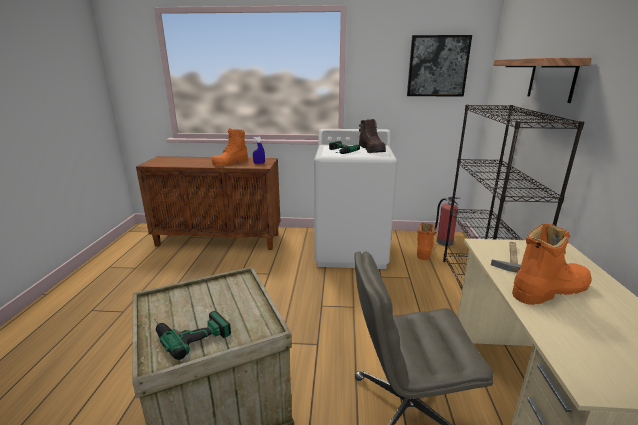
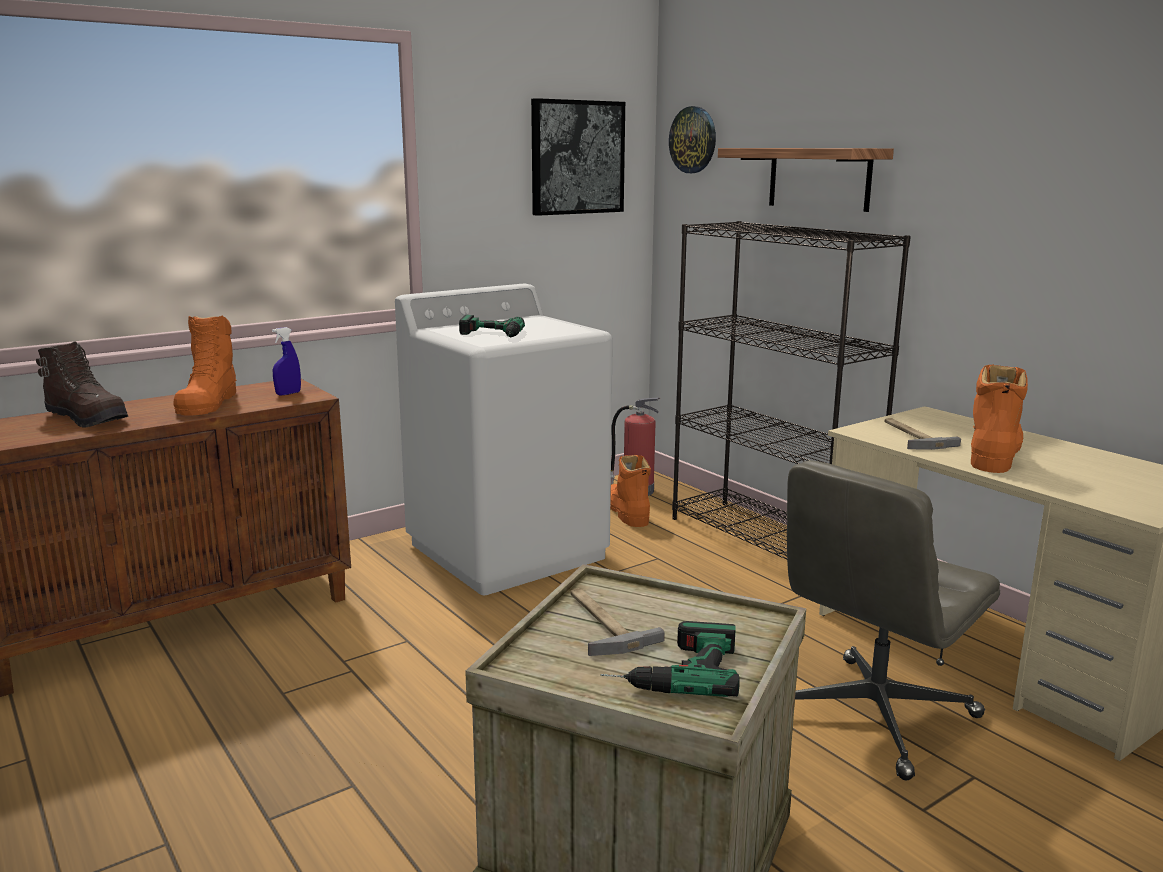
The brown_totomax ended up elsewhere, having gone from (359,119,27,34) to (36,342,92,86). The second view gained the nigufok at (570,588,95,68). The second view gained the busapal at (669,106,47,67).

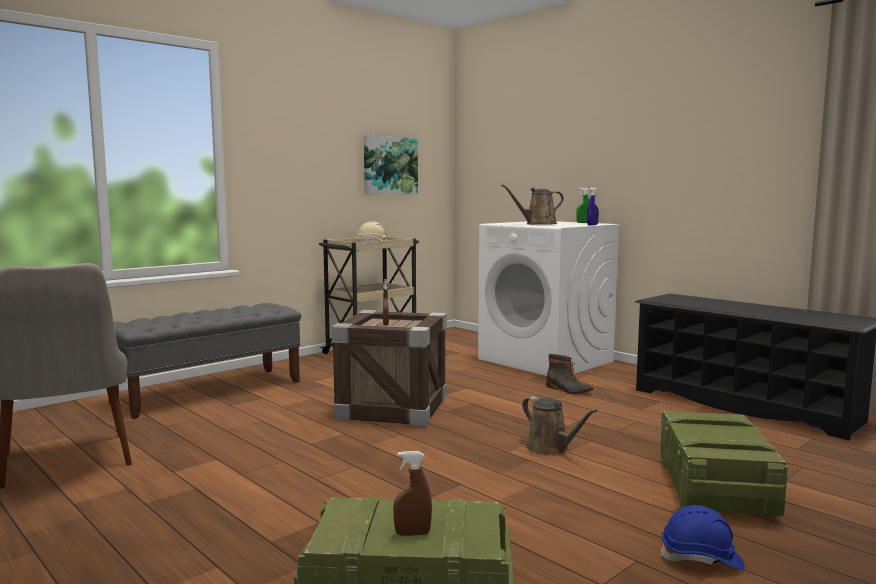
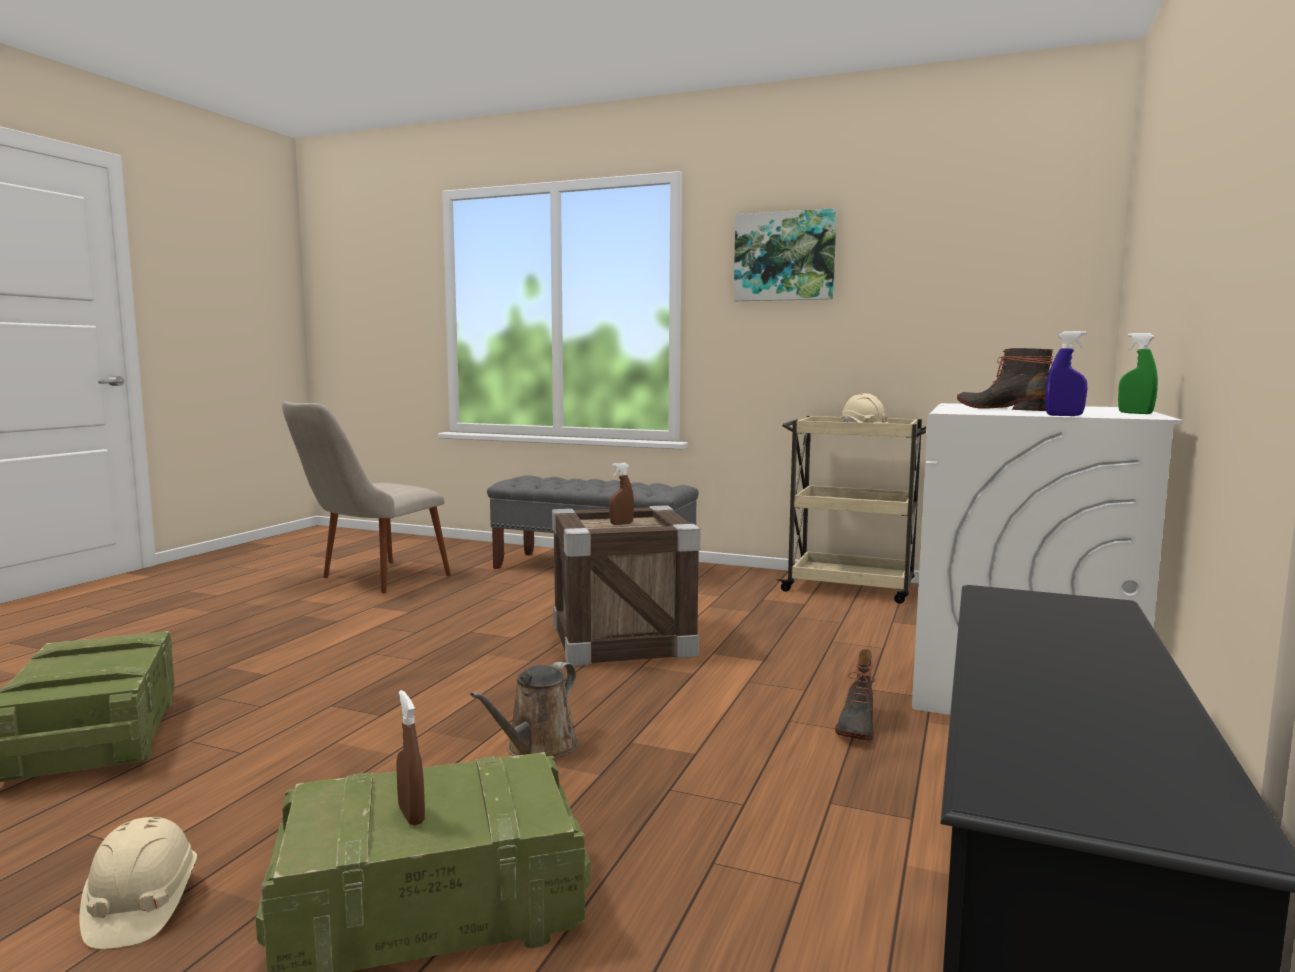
What was the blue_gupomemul at (660,505,85,65) turned into the beige_gupomemul at (80,817,117,132). The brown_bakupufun ended up elsewhere, having gone from (393,451,39,85) to (396,690,29,135). The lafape ended up elsewhere, having gone from (364,135,54,59) to (734,208,103,93). Where the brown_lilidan stood at (501,184,63,41), the totomax came to stand at (957,348,96,63).

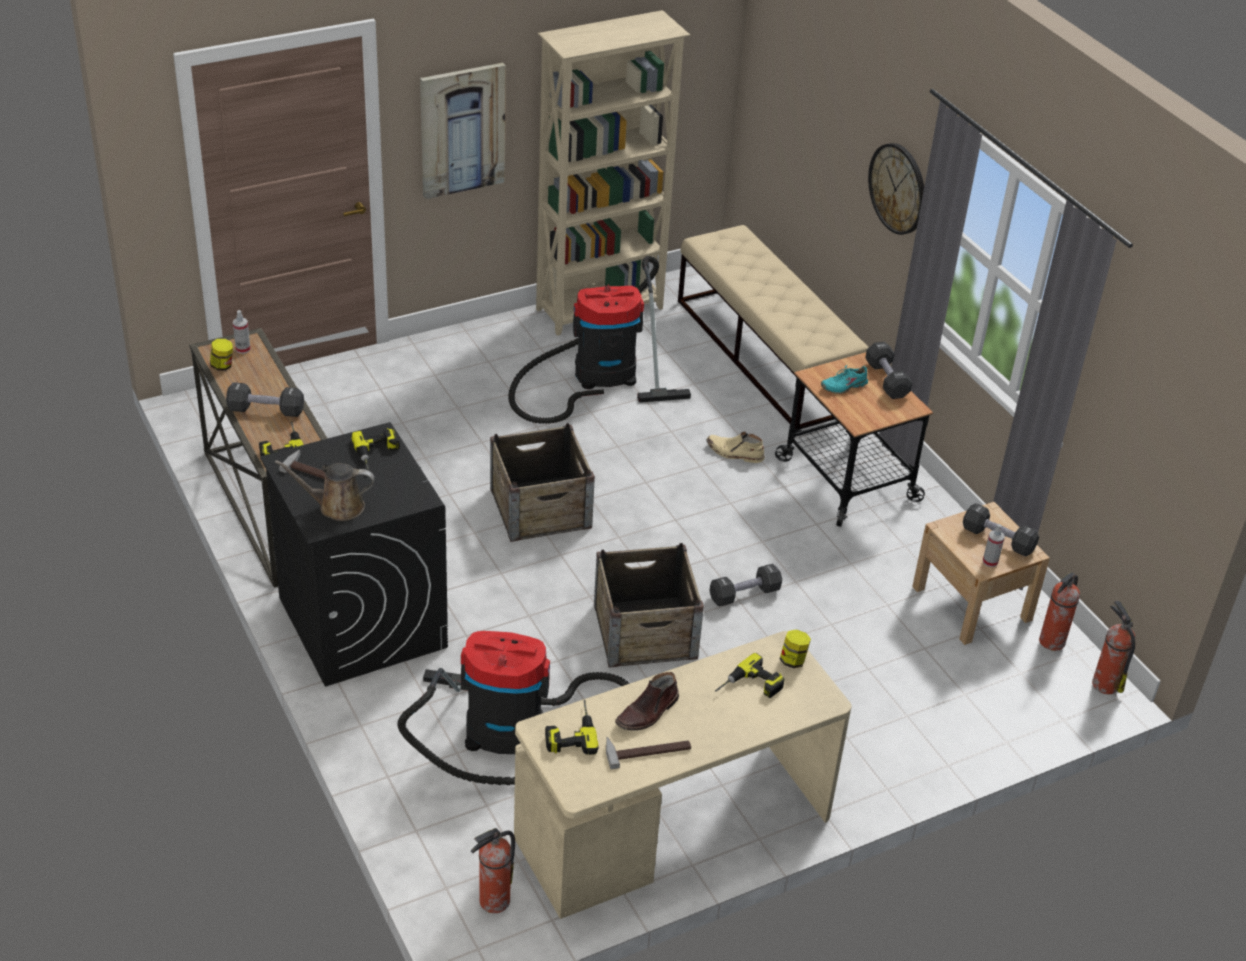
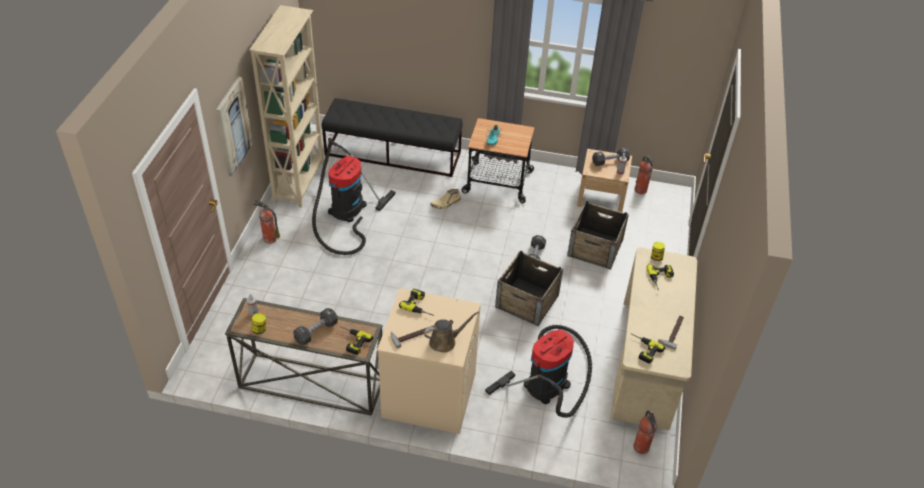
The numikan ended up elsewhere, having gone from (1092,600,43,94) to (253,200,27,44). What was the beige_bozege at (678,225,191,205) turned into the black_bozege at (321,98,142,79). What was the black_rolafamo at (260,422,188,265) turned into the beige_rolafamo at (377,288,104,146). The brown_lilidan at (275,460,100,61) ended up facing another way, 150 degrees counterclockwise from before. The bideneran ended up elsewhere, having gone from (490,423,105,119) to (567,201,62,69). The second view lost the brown_totomax at (615,672,64,58). The second view lost the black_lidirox at (865,342,47,57). The second view lost the busapal at (868,143,56,92).

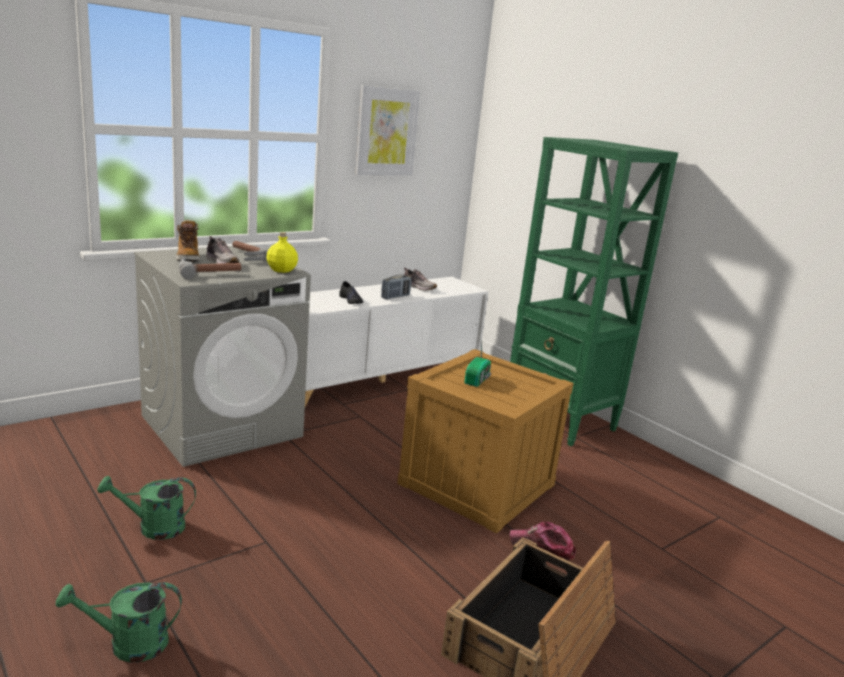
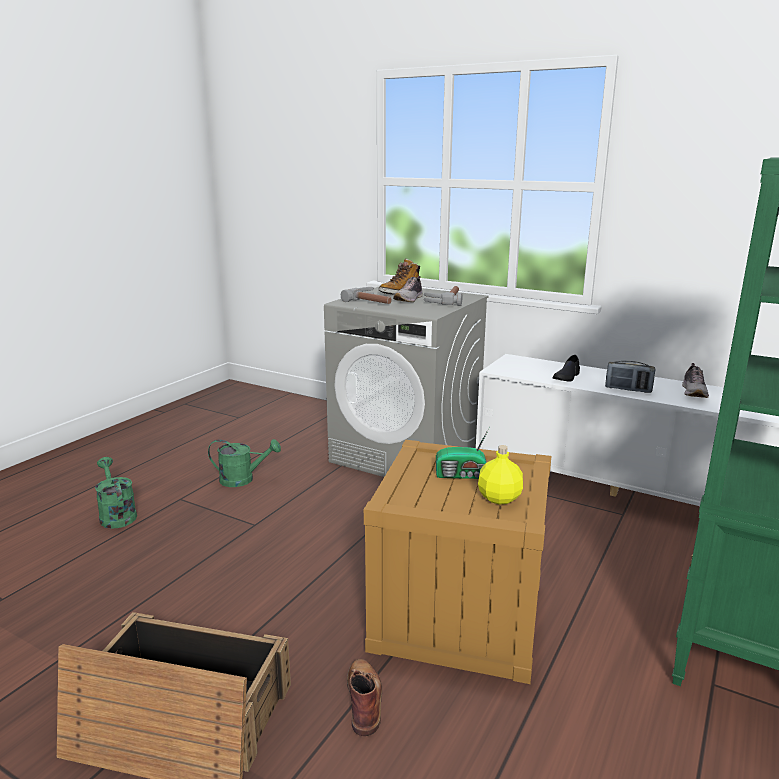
The green_lilidan at (97,476,99,64) ended up facing another way, 120 degrees clockwise from before. Where the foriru stood at (510,522,66,38), the brown_totomax came to stand at (347,659,35,77). The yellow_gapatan ended up elsewhere, having gone from (266,232,32,41) to (478,445,45,59). The second view lost the lafape at (355,85,65,91).

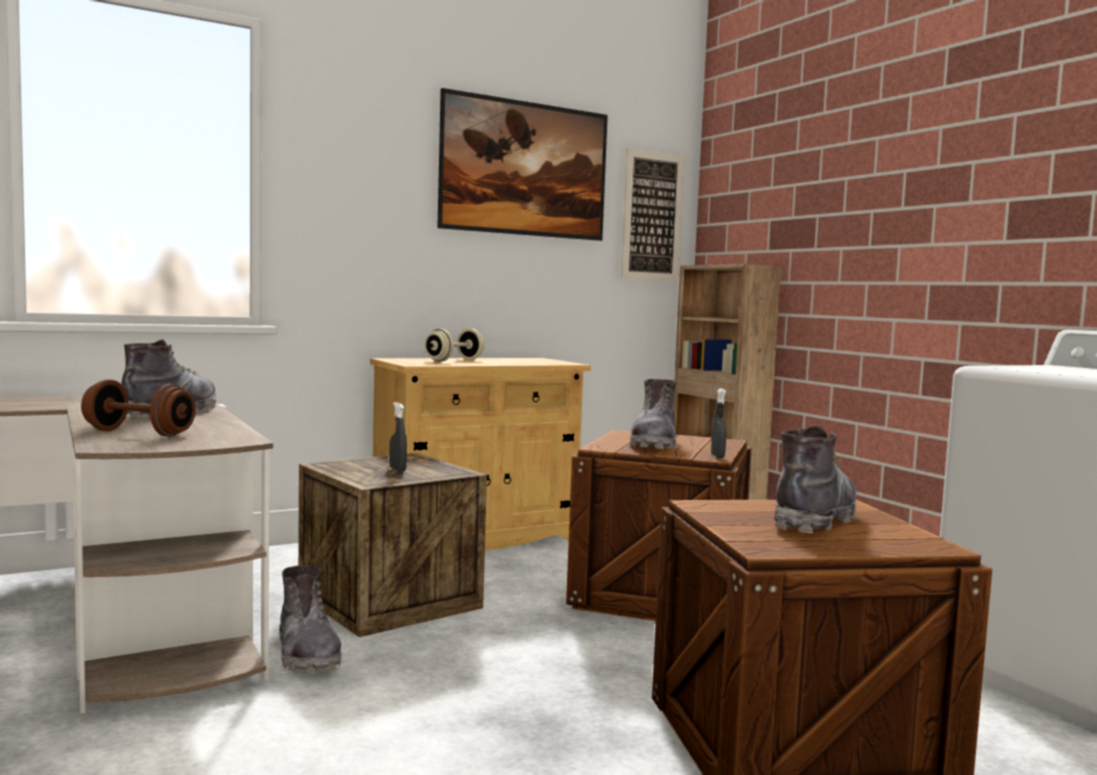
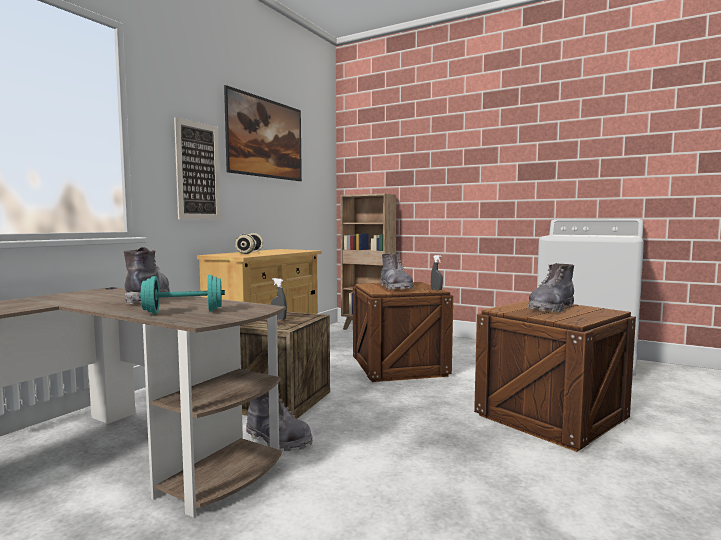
What was the brown_lidirox at (81,379,115,58) turned into the turquoise_lidirox at (139,275,86,39). The lafape ended up elsewhere, having gone from (621,148,64,133) to (174,117,47,103). The grey_totomax at (774,425,83,108) ended up facing another way, 135 degrees counterclockwise from before.

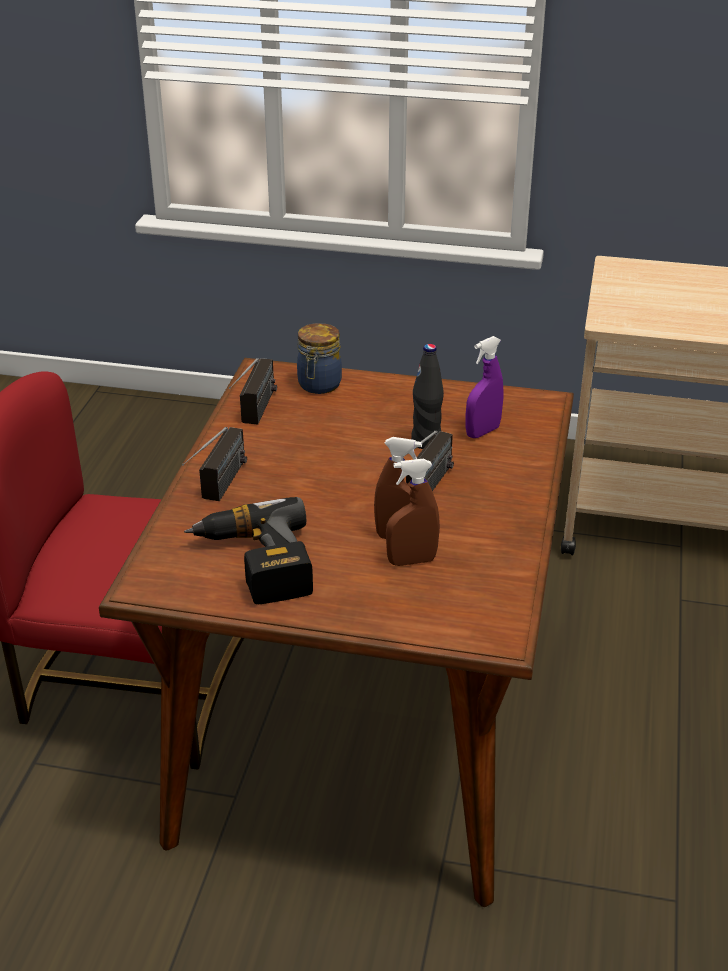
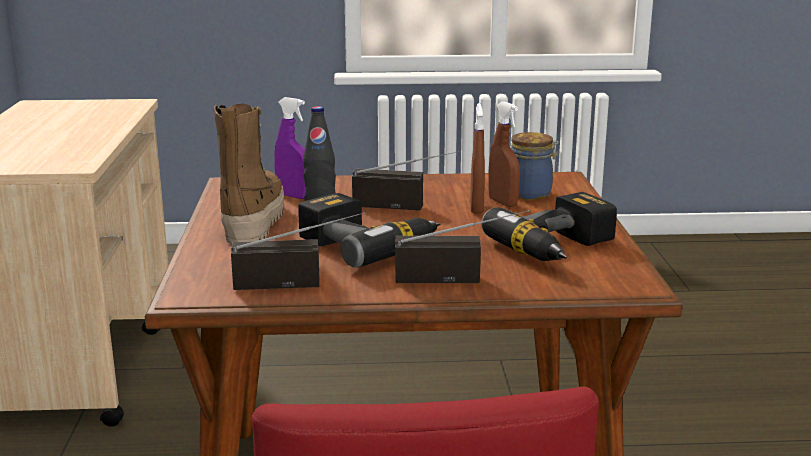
The second view gained the totomax at (213,104,71,141). The second view gained the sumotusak at (298,193,142,74). The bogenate ended up elsewhere, having gone from (297,323,45,71) to (511,132,48,68).

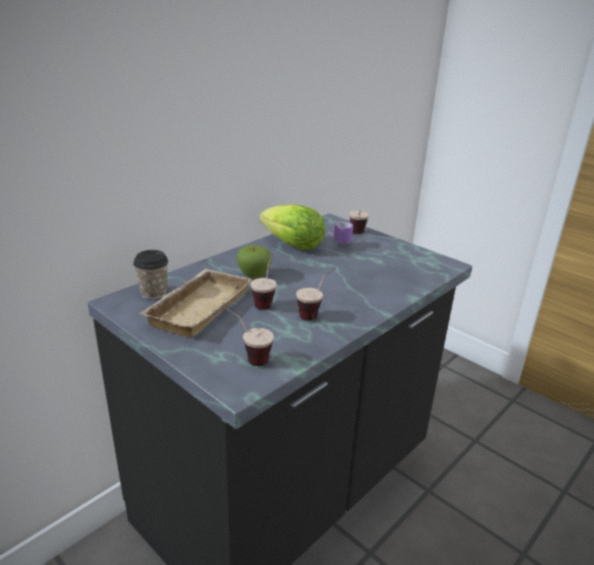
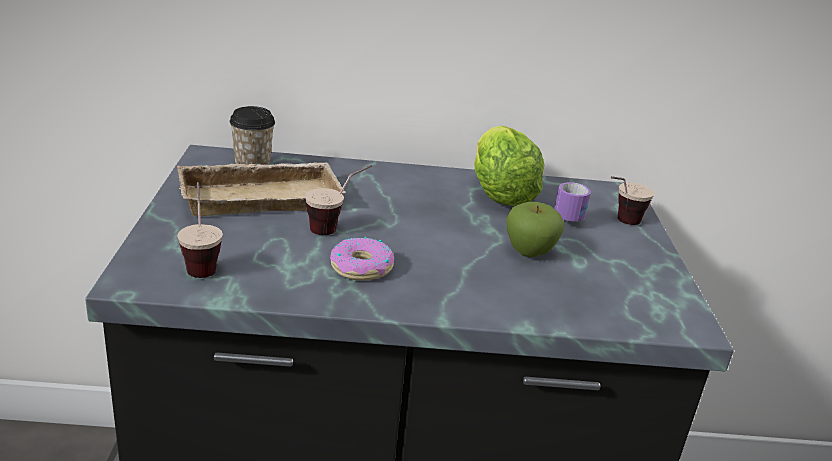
Where the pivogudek stood at (296,267,39,54), the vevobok came to stand at (330,237,64,44). The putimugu ended up elsewhere, having gone from (237,245,35,34) to (506,202,58,55).

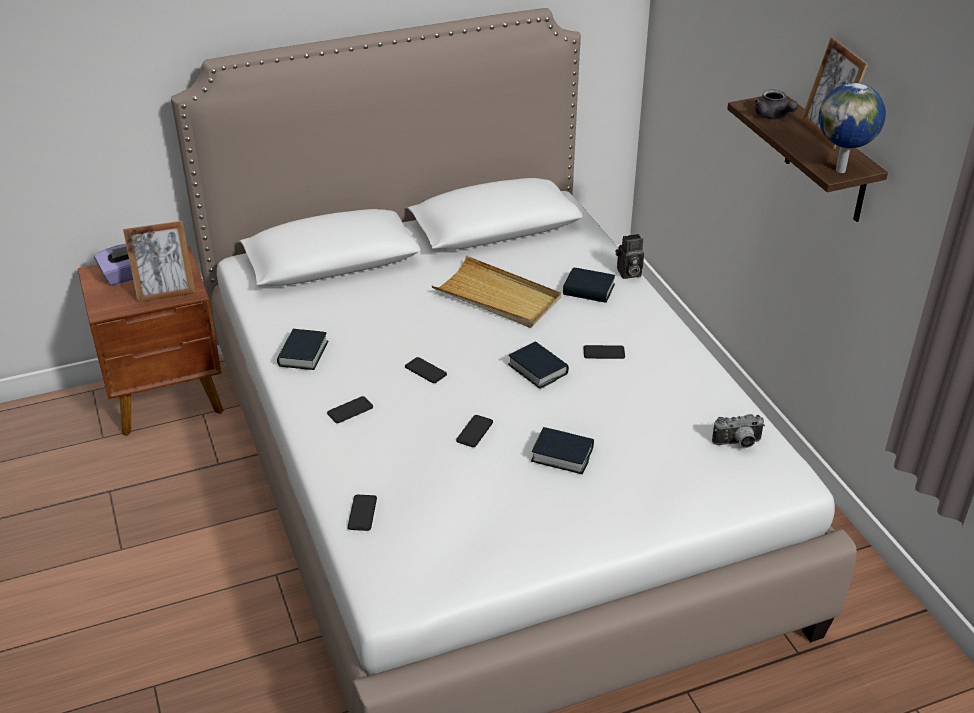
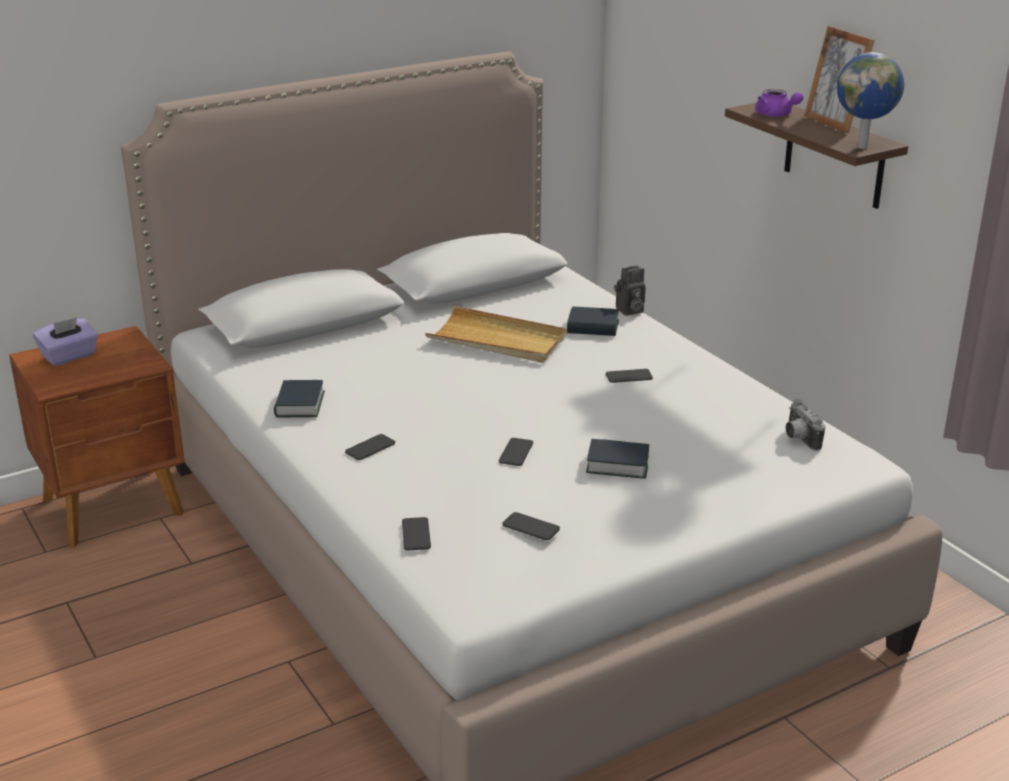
The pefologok ended up elsewhere, having gone from (405,357,42,26) to (502,512,58,28). What was the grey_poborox at (755,89,43,30) turned into the purple_poborox at (755,89,48,28). The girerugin at (712,414,53,34) ended up facing another way, 90 degrees clockwise from before. The second view lost the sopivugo at (123,221,73,82). The second view lost the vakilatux at (508,341,61,48).

